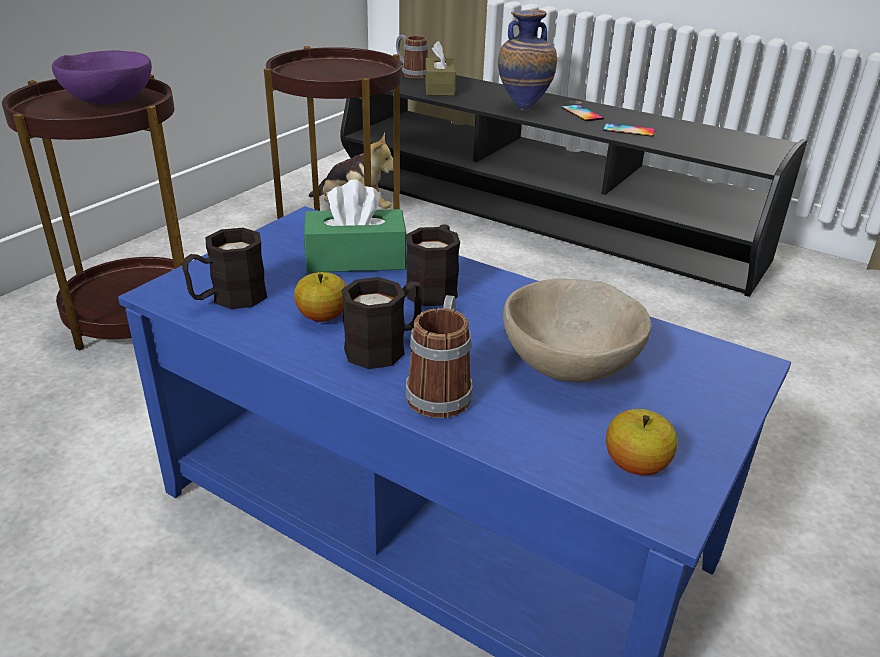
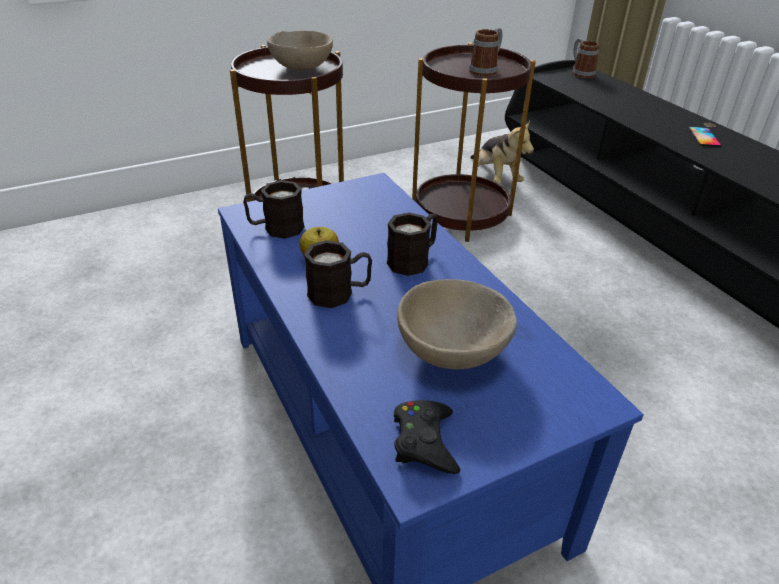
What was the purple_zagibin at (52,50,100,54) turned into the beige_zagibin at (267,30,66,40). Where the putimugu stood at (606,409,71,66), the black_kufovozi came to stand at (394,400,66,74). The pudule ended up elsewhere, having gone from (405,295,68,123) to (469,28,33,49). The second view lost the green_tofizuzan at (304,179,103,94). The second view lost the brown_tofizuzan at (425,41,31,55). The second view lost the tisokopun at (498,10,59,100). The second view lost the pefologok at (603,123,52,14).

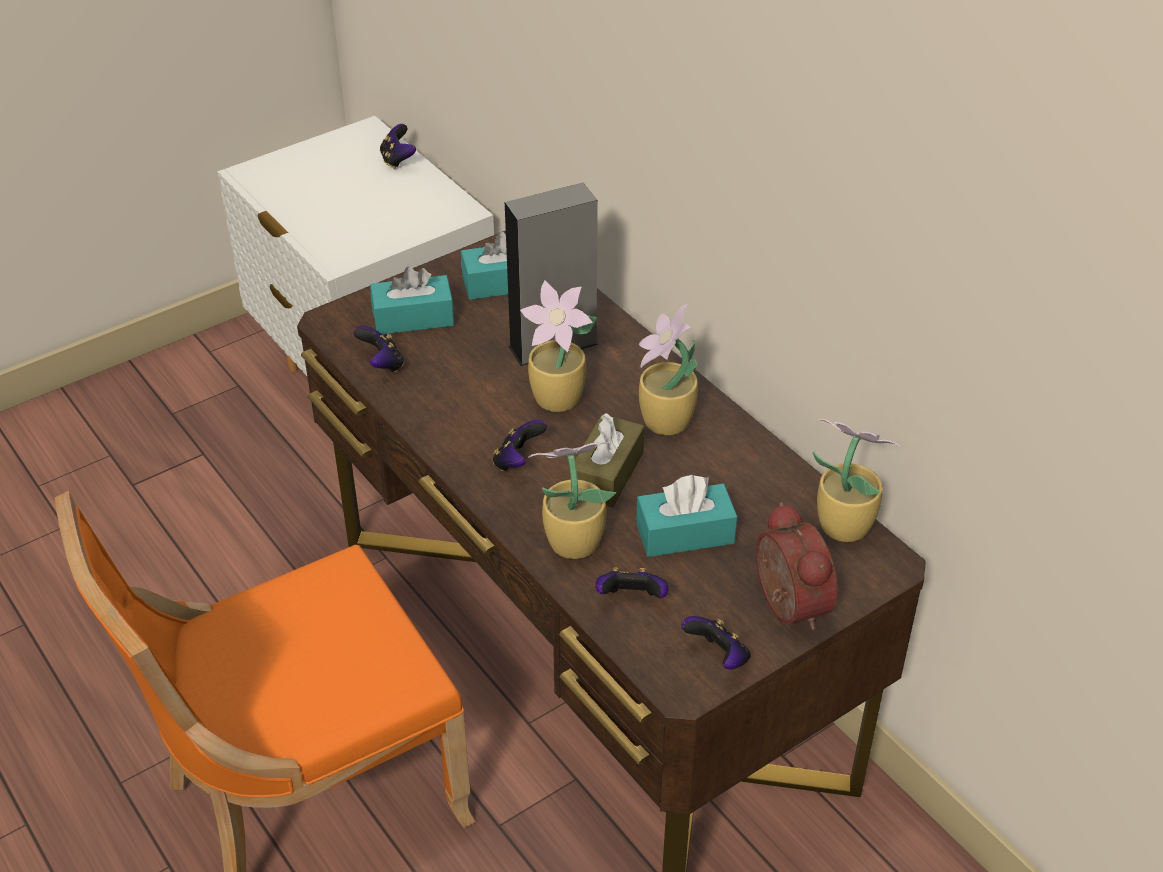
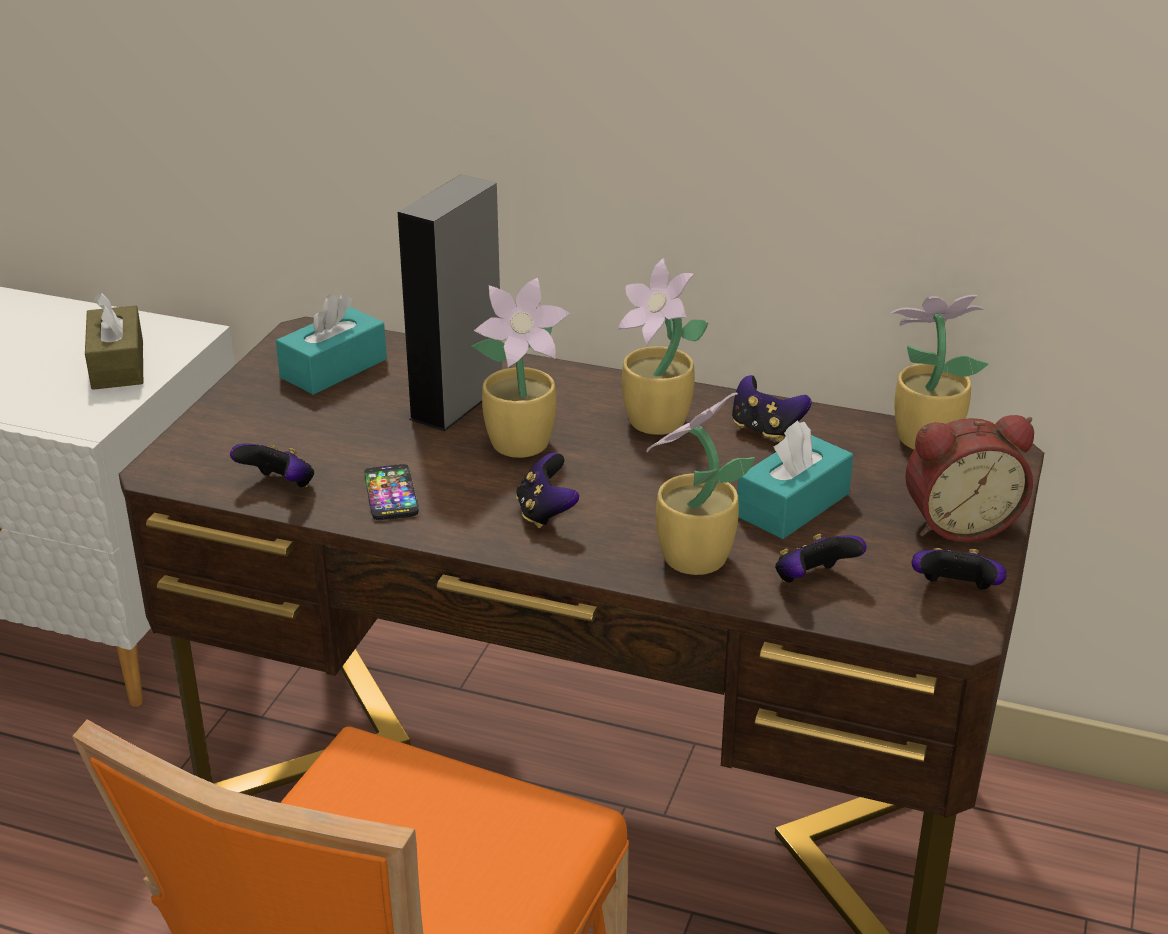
The brown_tofizuzan ended up elsewhere, having gone from (570,413,74,95) to (85,292,58,98). The second view gained the pefologok at (364,464,55,56). The kufovozi ended up elsewhere, having gone from (380,124,36,45) to (732,375,80,67). The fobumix at (756,502,82,128) ended up facing another way, 135 degrees clockwise from before. The second view lost the turquoise_tofizuzan at (370,266,84,68).

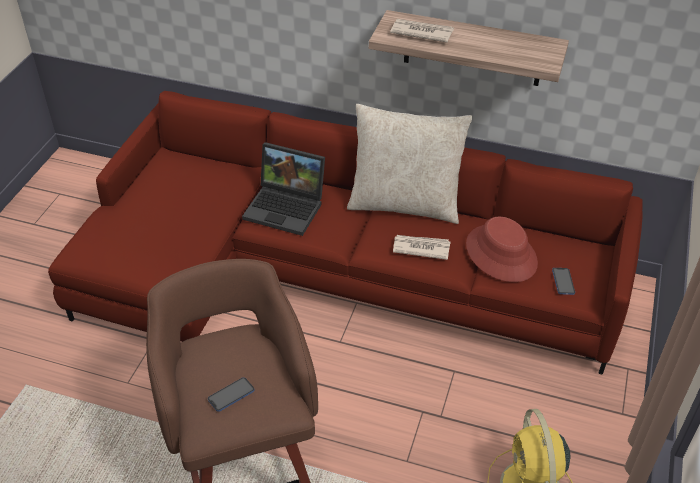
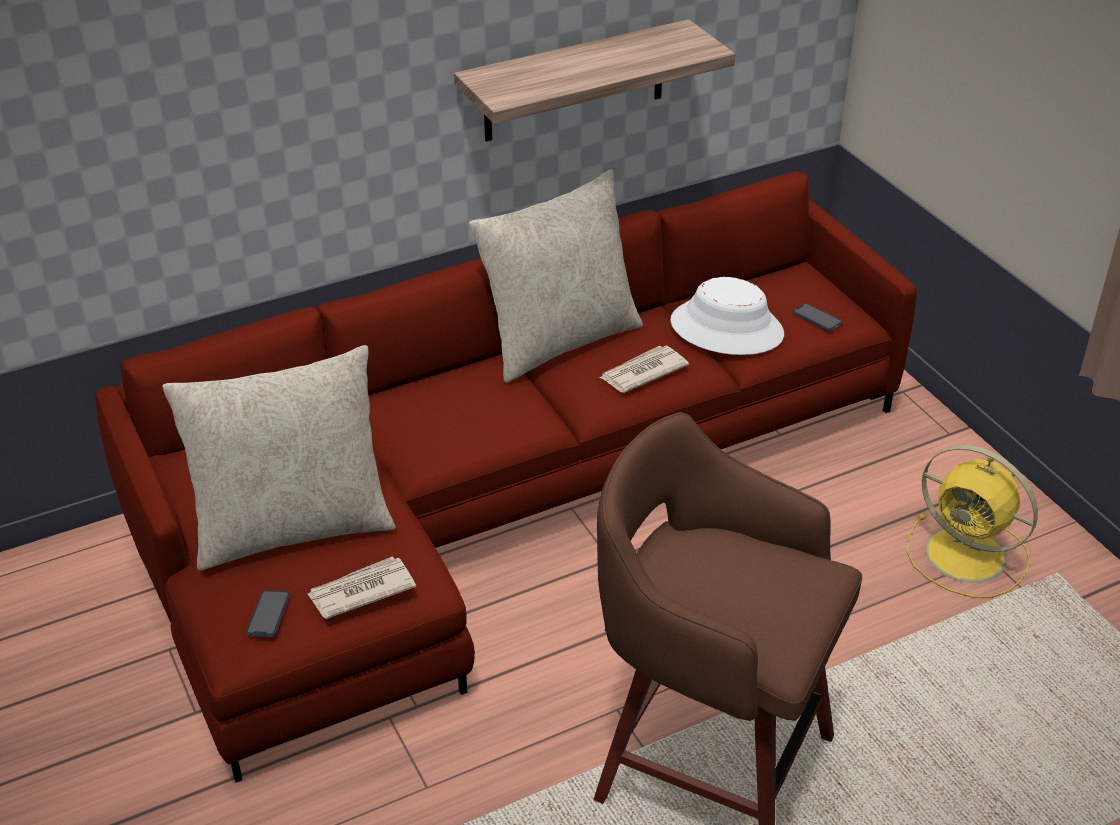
The second view gained the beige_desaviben at (162,345,234,225). The pefologok ended up elsewhere, having gone from (208,377,47,35) to (246,590,44,47). The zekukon ended up elsewhere, having gone from (390,19,64,24) to (307,556,109,63). What was the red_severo at (466,217,72,65) turned into the white_severo at (670,277,114,78). The second view lost the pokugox at (242,142,83,94).

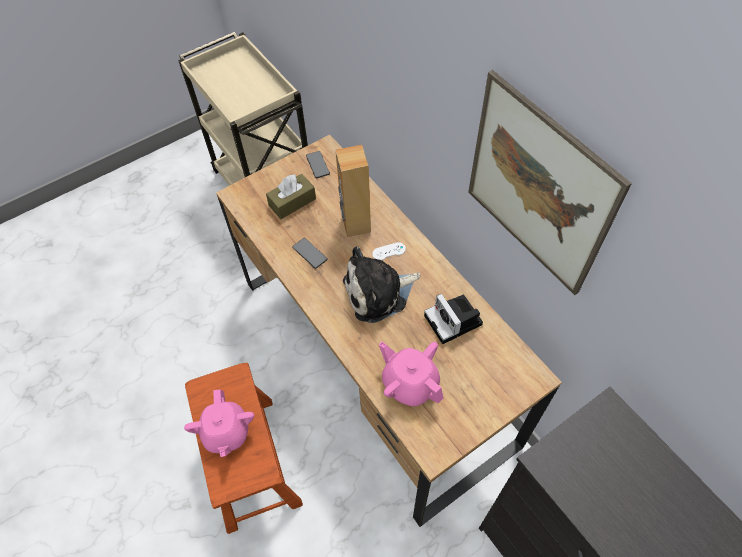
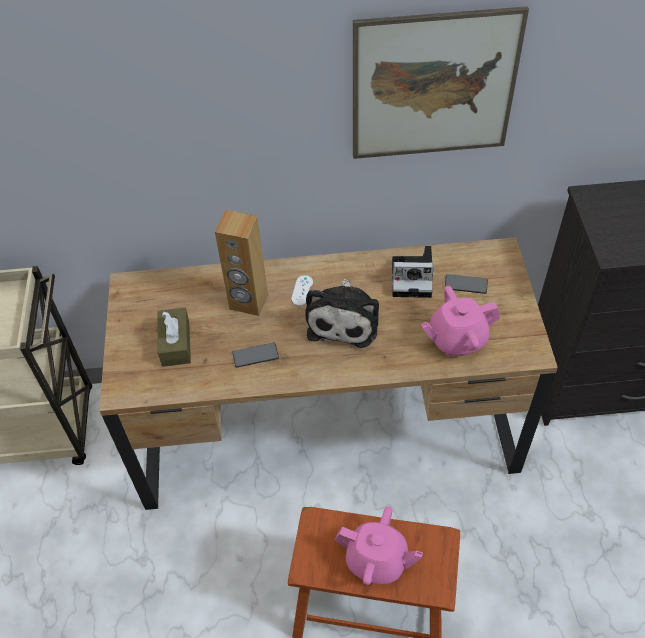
The pefologok ended up elsewhere, having gone from (306,151,24,27) to (445,274,43,20).

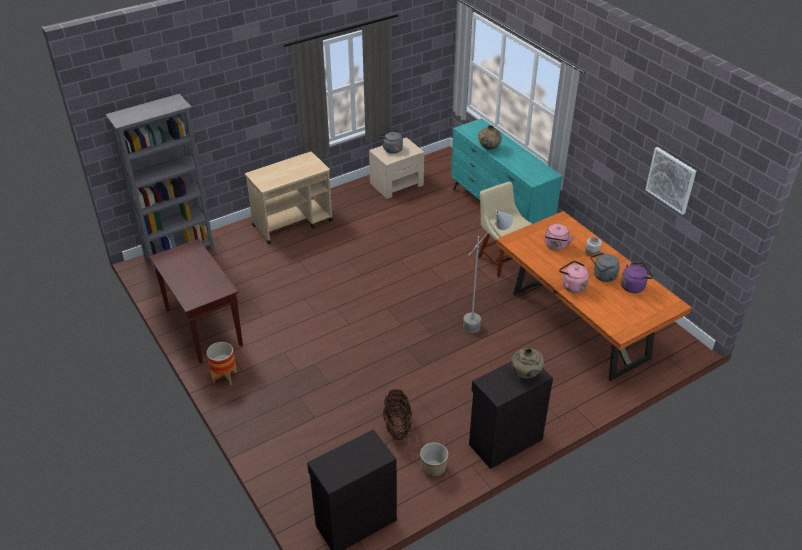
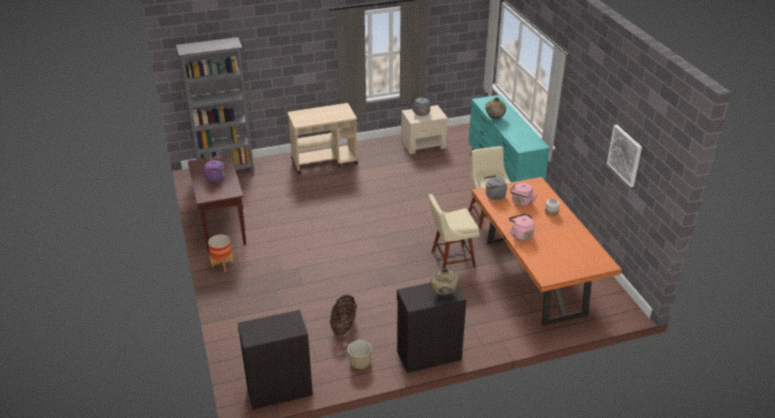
The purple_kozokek ended up elsewhere, having gone from (621,263,33,30) to (204,158,22,24). Where the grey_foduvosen stood at (463,211,50,122), the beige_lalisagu came to stand at (429,194,51,75). The grey_kozokek ended up elsewhere, having gone from (591,252,29,30) to (484,175,23,25).

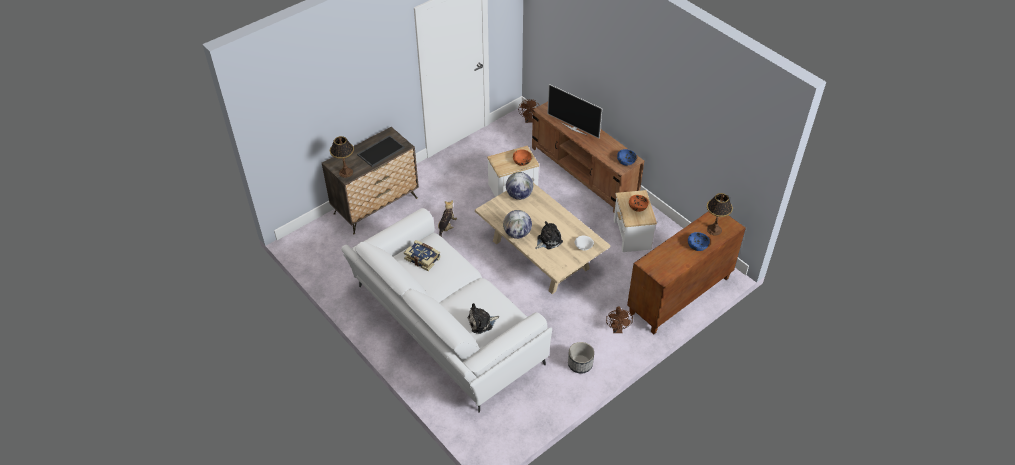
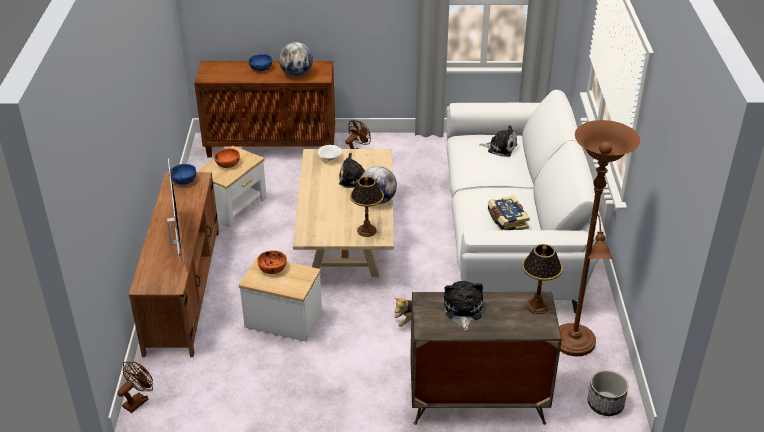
The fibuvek ended up elsewhere, having gone from (506,172,27,28) to (279,42,34,35). The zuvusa ended up elsewhere, having gone from (707,193,26,42) to (350,177,34,60). Where the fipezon stood at (357,135,48,32), the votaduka came to stand at (444,281,39,49). The second view gained the brown_foduvosen at (559,120,81,236). The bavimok ended up elsewhere, having gone from (568,342,26,32) to (587,370,41,46).

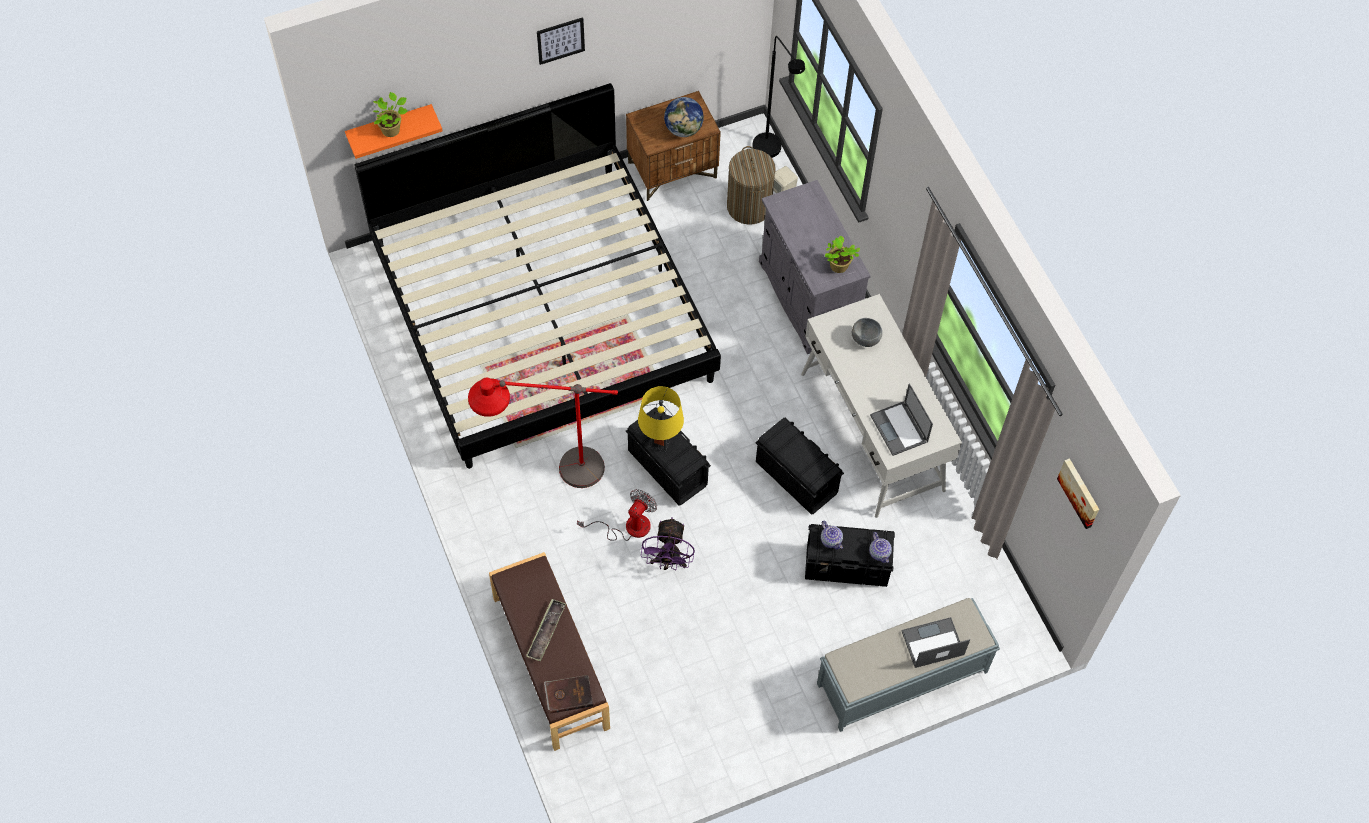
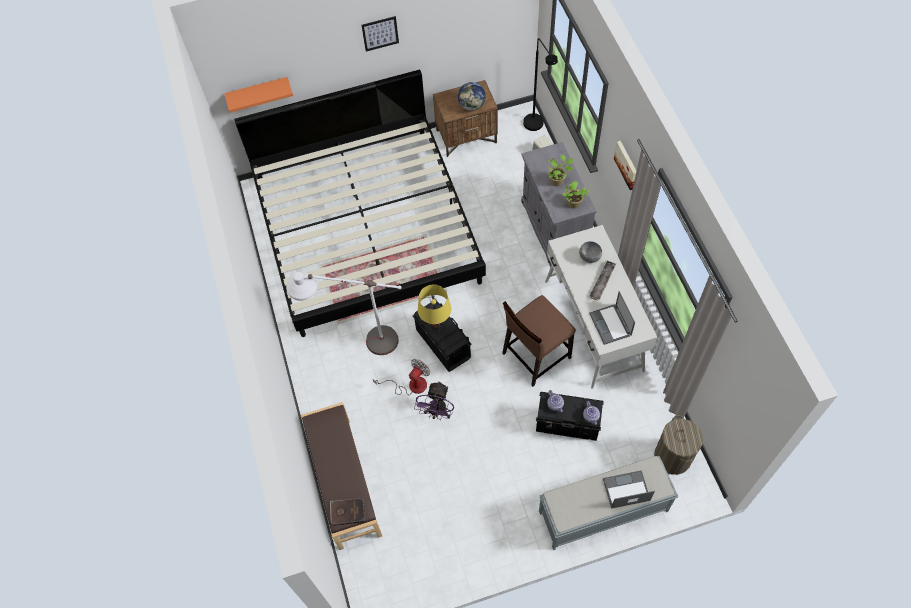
What was the red_foduvosen at (468,378,150,110) turned into the white_foduvosen at (286,271,115,84). Where the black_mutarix stood at (756,418,88,97), the brown_lalisagu came to stand at (502,295,74,92). The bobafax ended up elsewhere, having gone from (373,92,35,45) to (547,155,26,31). The fipezon ended up elsewhere, having gone from (526,599,40,62) to (589,260,27,41). The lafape ended up elsewhere, having gone from (1057,458,42,71) to (614,141,22,49). The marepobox ended up elsewhere, having gone from (727,146,49,78) to (654,415,49,60).

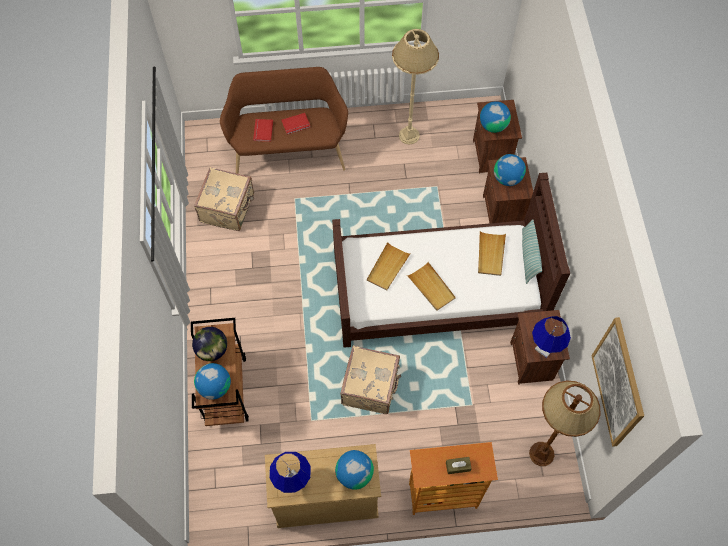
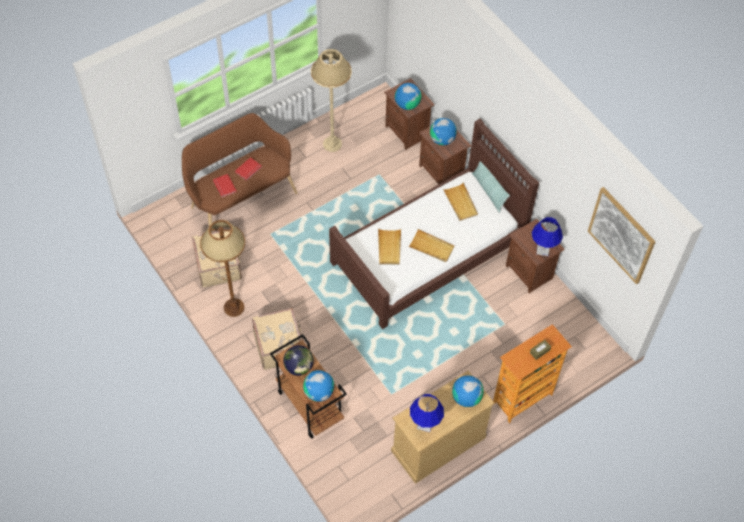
The brown_foduvosen ended up elsewhere, having gone from (529,380,71,86) to (200,220,45,97). The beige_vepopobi ended up elsewhere, having gone from (340,345,61,69) to (252,308,51,62).

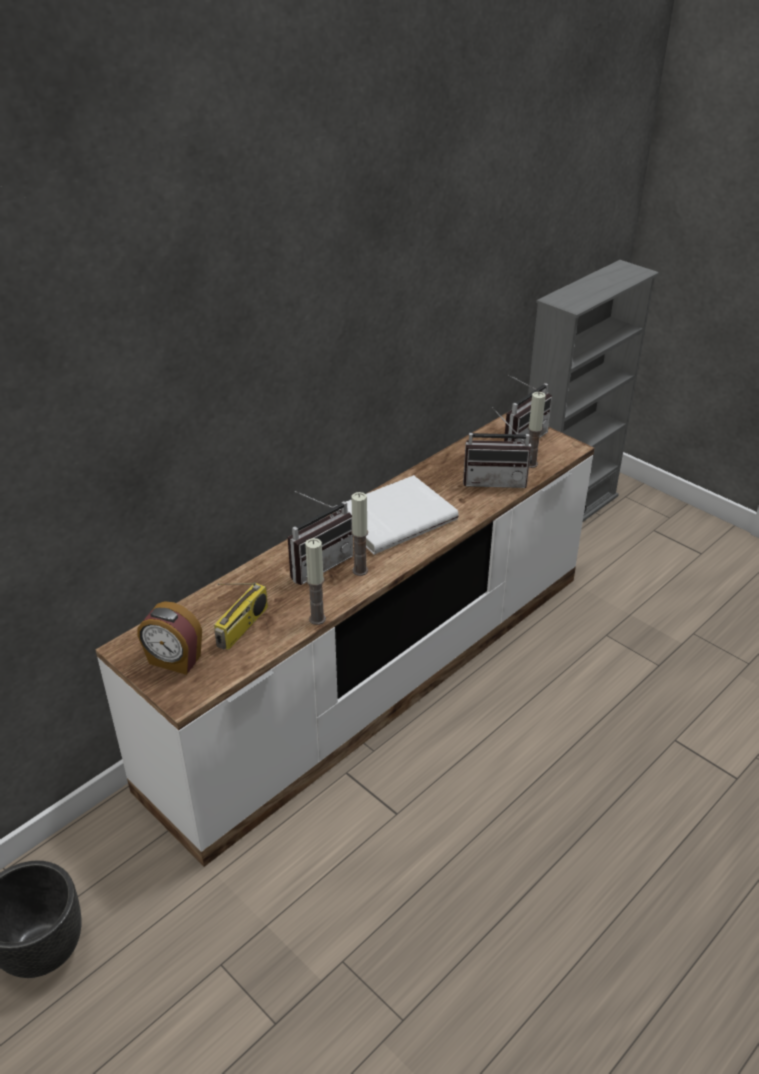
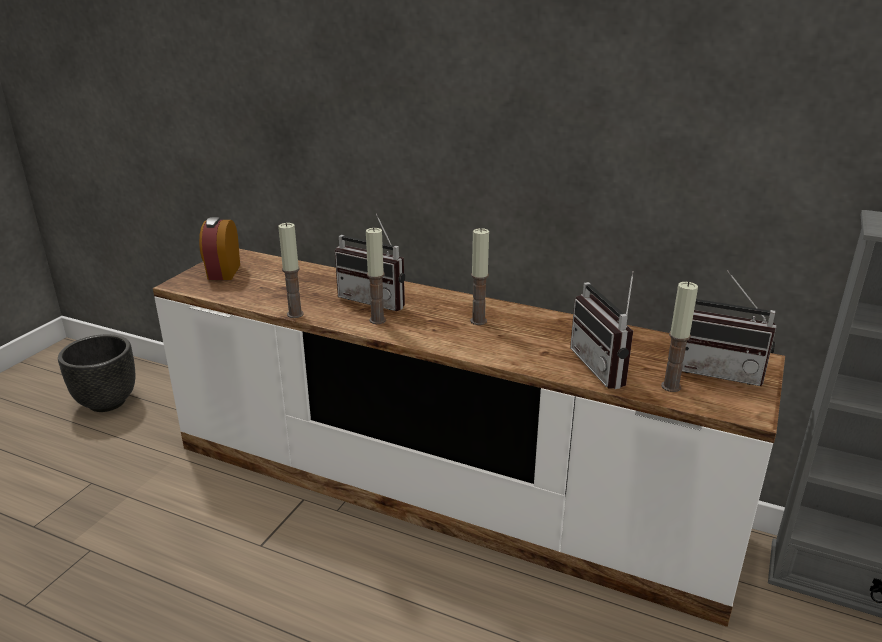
Where the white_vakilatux stood at (334,475,125,80), the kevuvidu came to stand at (470,228,19,97). The second view lost the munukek at (214,582,54,68).

